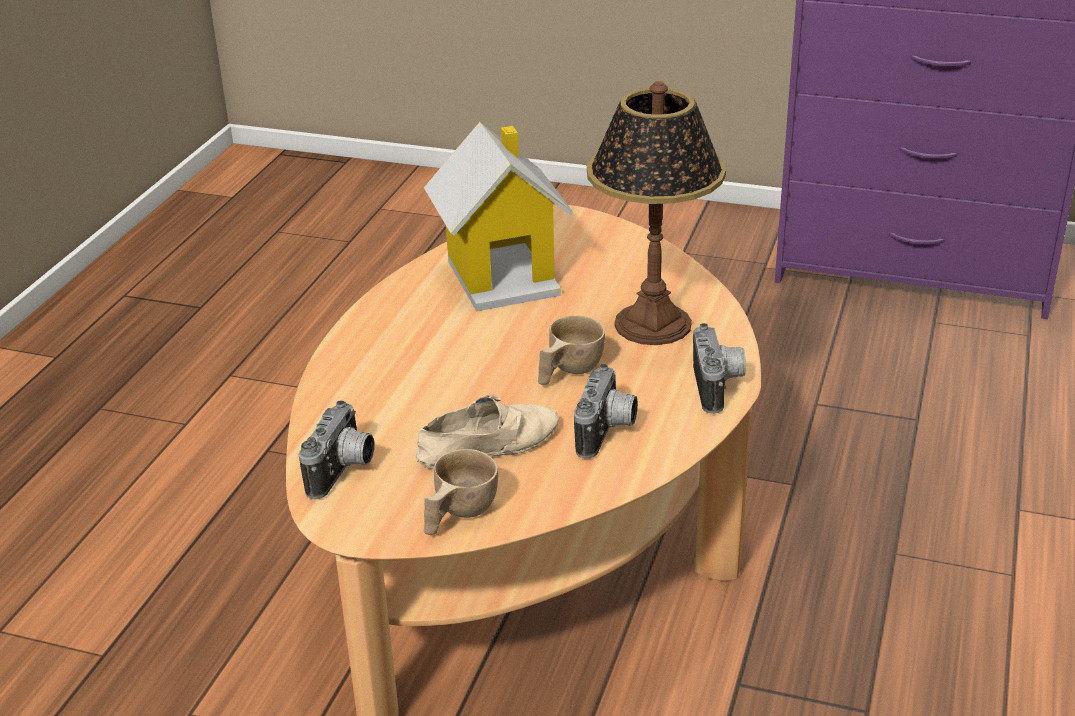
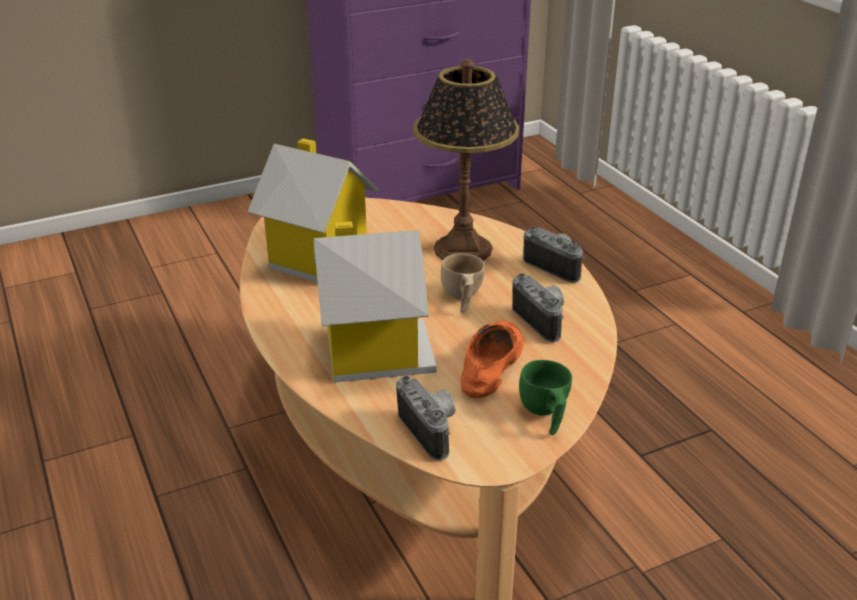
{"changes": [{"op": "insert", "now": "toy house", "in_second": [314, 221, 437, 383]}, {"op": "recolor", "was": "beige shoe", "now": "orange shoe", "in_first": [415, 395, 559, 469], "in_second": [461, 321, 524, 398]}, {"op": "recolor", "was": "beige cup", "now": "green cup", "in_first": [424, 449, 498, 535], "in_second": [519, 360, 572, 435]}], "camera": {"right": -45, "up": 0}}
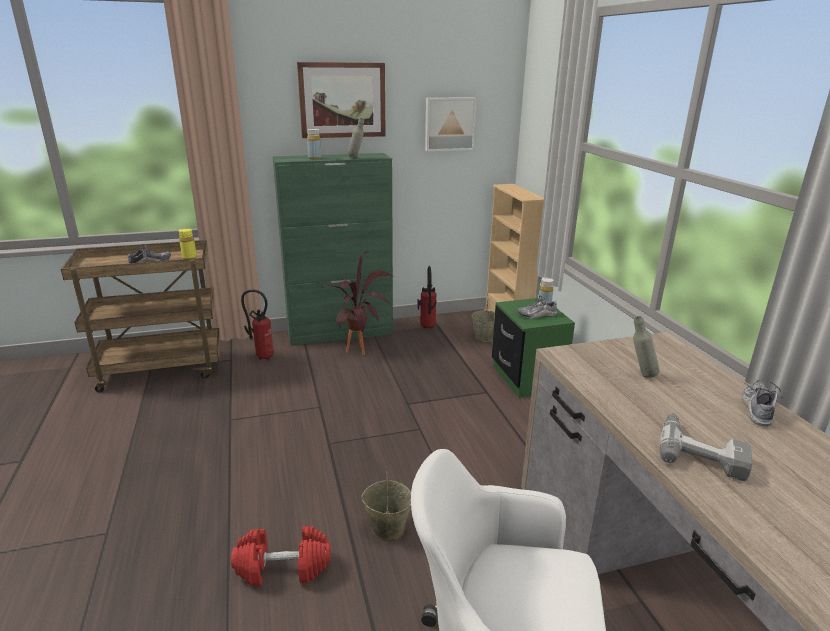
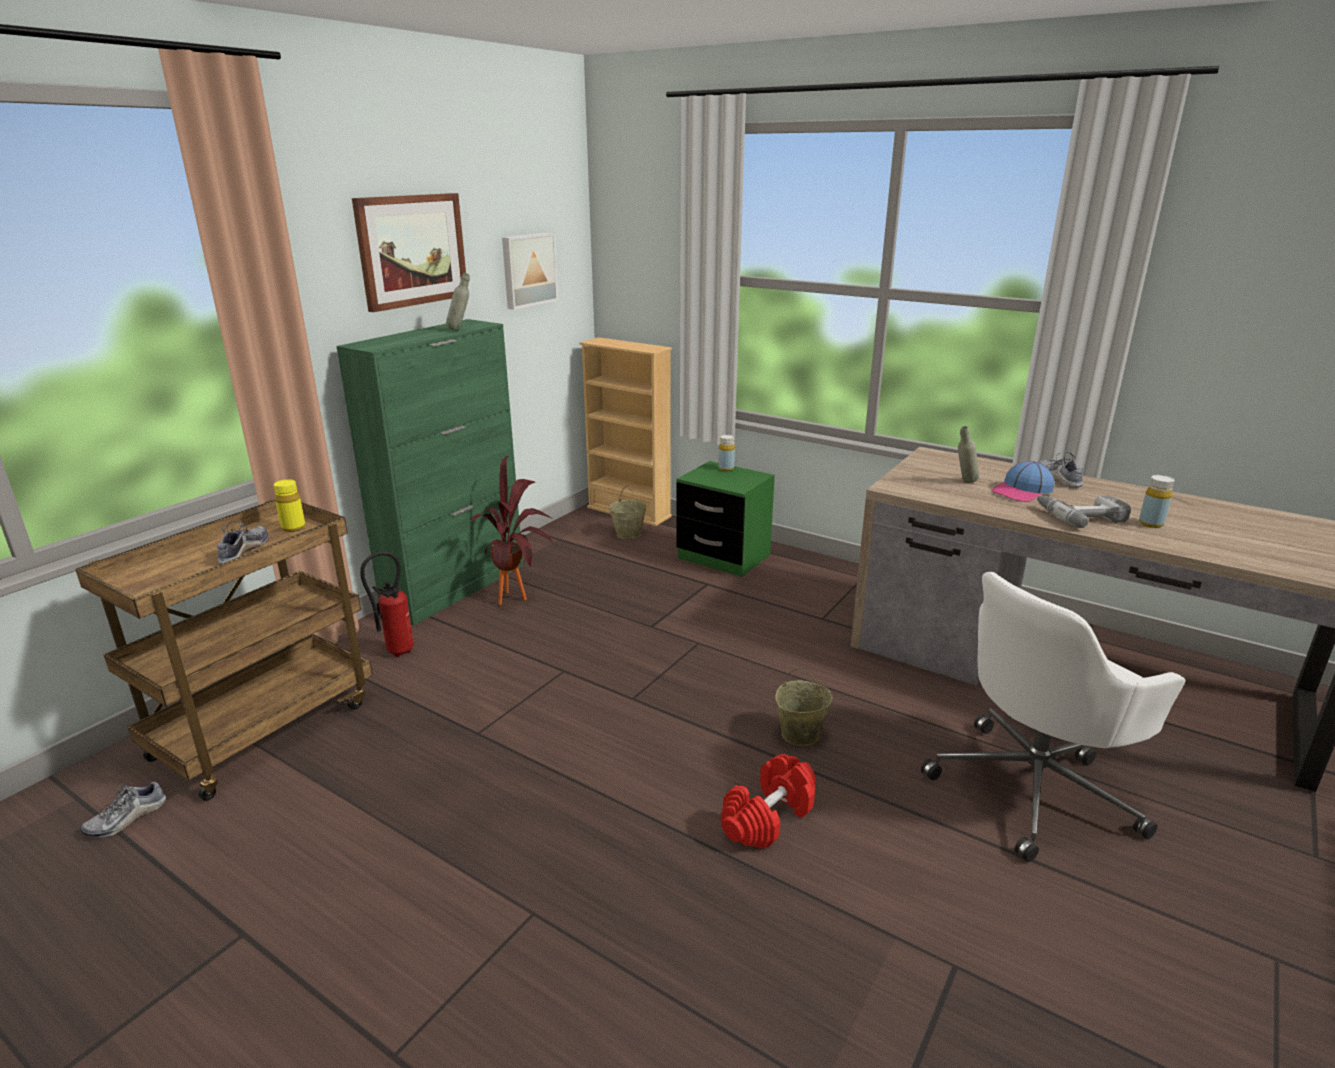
{"changes": [{"op": "move", "was": "shoe", "in_first": [517, 295, 557, 319], "in_second": [80, 781, 166, 838]}, {"op": "insert", "now": "cap", "in_second": [991, 461, 1055, 502]}, {"op": "move", "was": "yellow bottle", "in_first": [307, 129, 321, 160], "in_second": [1139, 475, 1174, 528]}, {"op": "delete", "was": "fire extinguisher", "in_first": [417, 266, 437, 329]}], "camera": {"right": -40, "up": 0}}
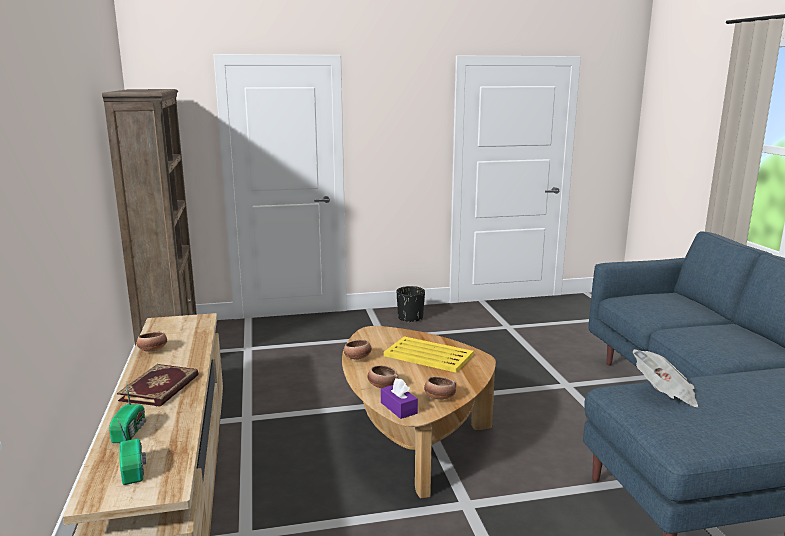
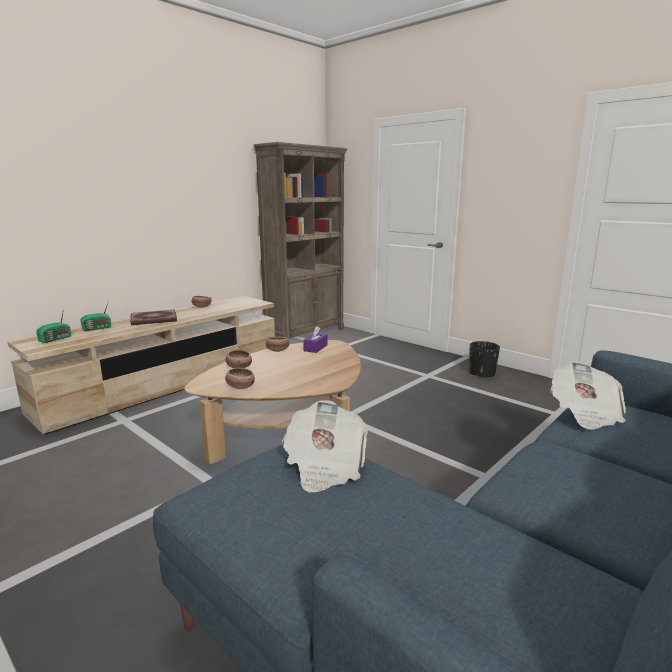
{"changes": [{"op": "move", "was": "purple tissue box", "in_first": [381, 378, 418, 419], "in_second": [303, 326, 328, 353]}, {"op": "insert", "now": "newspaper", "in_second": [550, 361, 626, 429]}, {"op": "delete", "was": "yellow tray", "in_first": [384, 336, 474, 373]}], "camera": {"right": 55, "up": 0}}
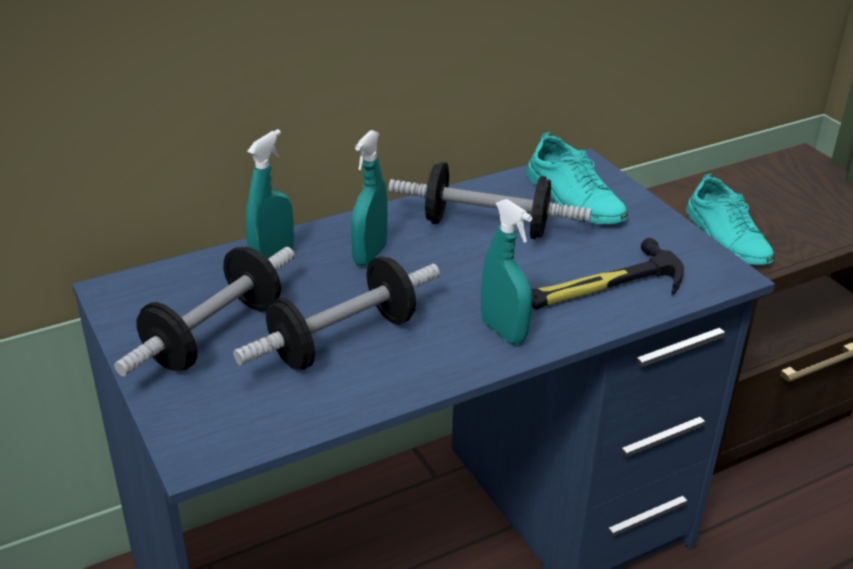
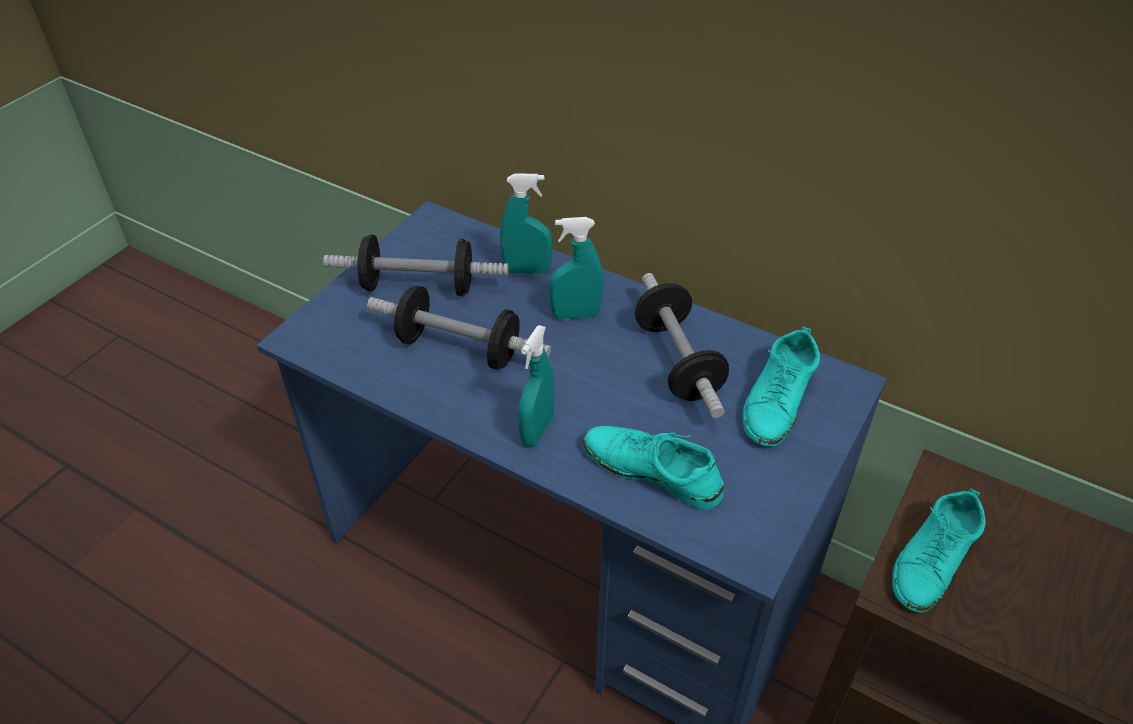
{"changes": [{"op": "replace", "was": "hammer", "now": "turquoise shoe", "in_first": [531, 238, 684, 310], "in_second": [583, 426, 724, 510]}], "camera": {"right": 60, "up": 10}}
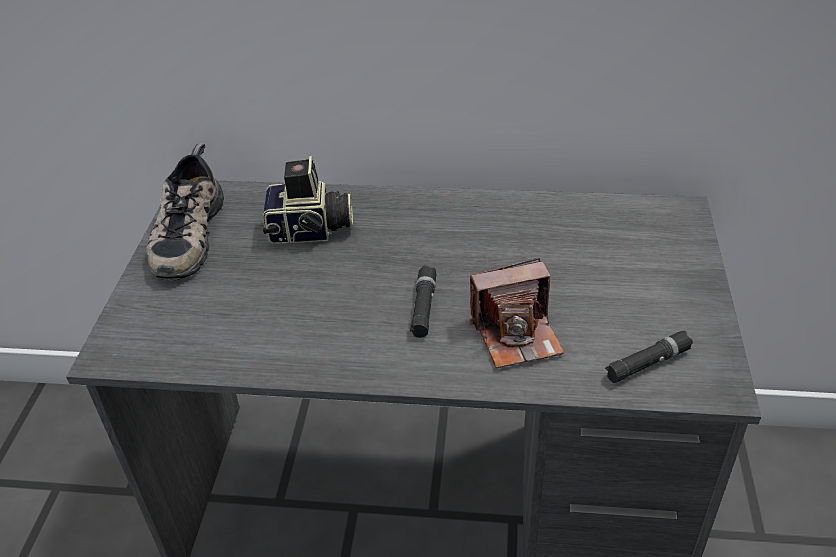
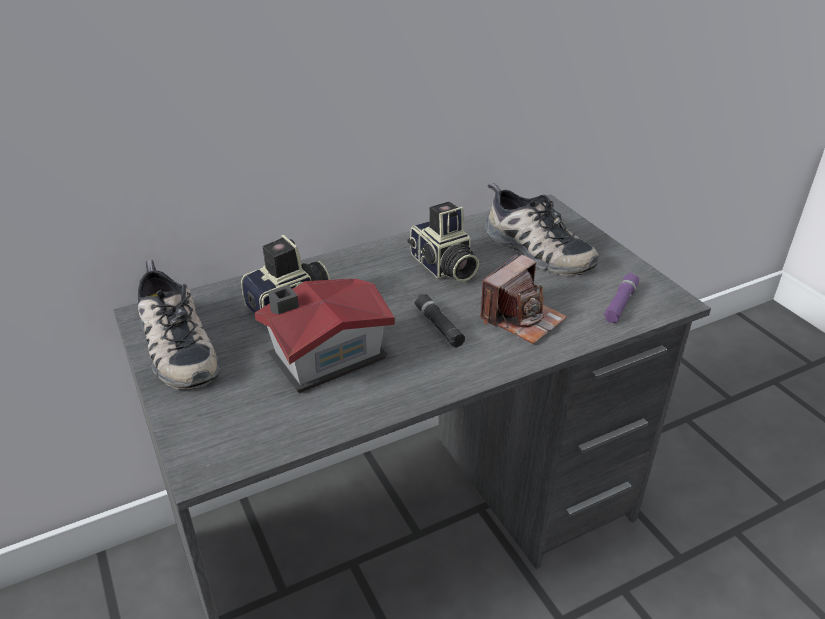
{"changes": [{"op": "insert", "now": "toy house", "in_second": [255, 279, 395, 393]}, {"op": "insert", "now": "photo camera", "in_second": [407, 202, 479, 282]}, {"op": "insert", "now": "shoe", "in_second": [485, 183, 599, 276]}, {"op": "recolor", "was": "black flashlight", "now": "purple flashlight", "in_first": [605, 331, 693, 383], "in_second": [604, 273, 639, 323]}], "camera": {"right": -35, "up": -5}}
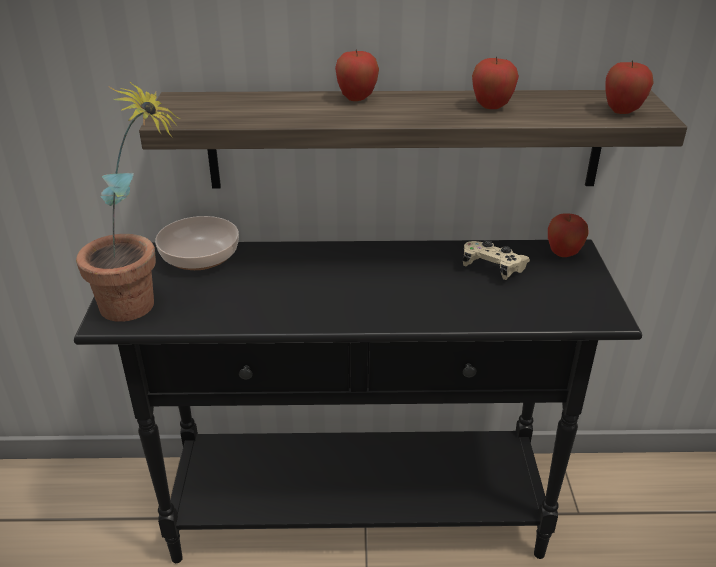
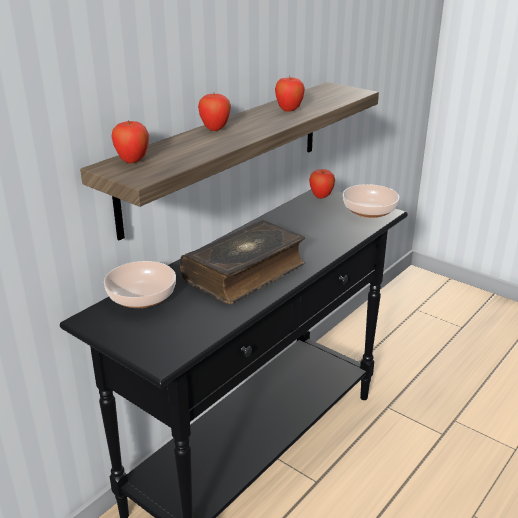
{"changes": [{"op": "move", "was": "apple", "in_first": [605, 60, 654, 114], "in_second": [111, 120, 149, 163]}, {"op": "insert", "now": "book", "in_second": [180, 220, 305, 304]}, {"op": "insert", "now": "bowl", "in_second": [343, 184, 399, 218]}, {"op": "delete", "was": "potted plant", "in_first": [76, 81, 180, 322]}, {"op": "delete", "was": "beige game controller", "in_first": [462, 240, 530, 280]}], "camera": {"right": -50, "up": -5}}
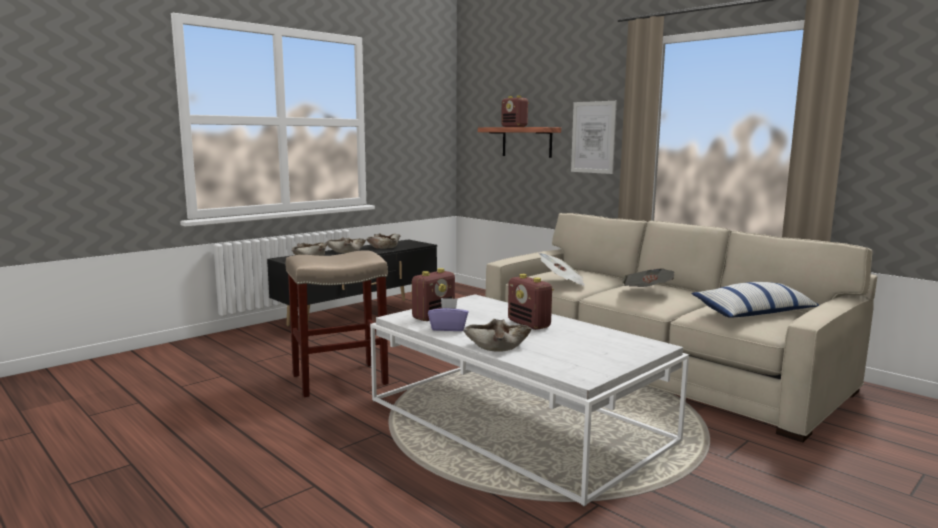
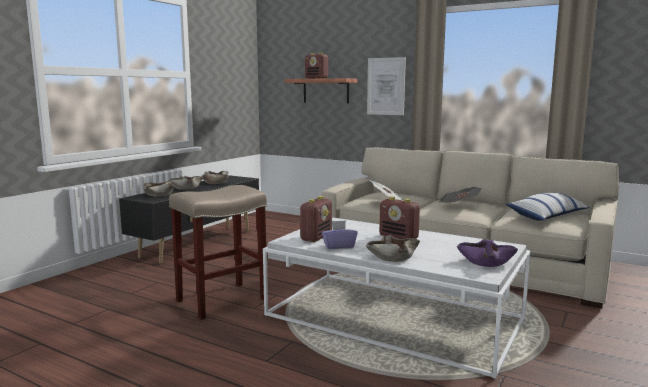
{"changes": [{"op": "insert", "now": "purple bowl", "in_second": [457, 239, 518, 267]}], "camera": {"right": -15, "up": 0}}
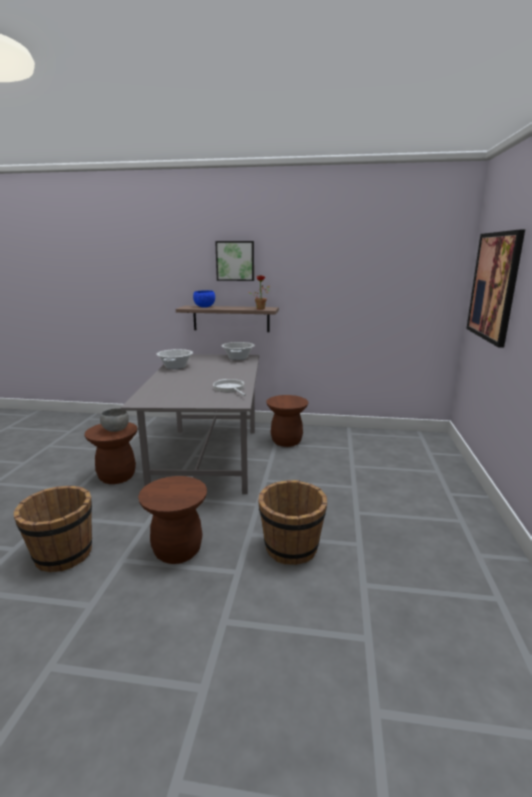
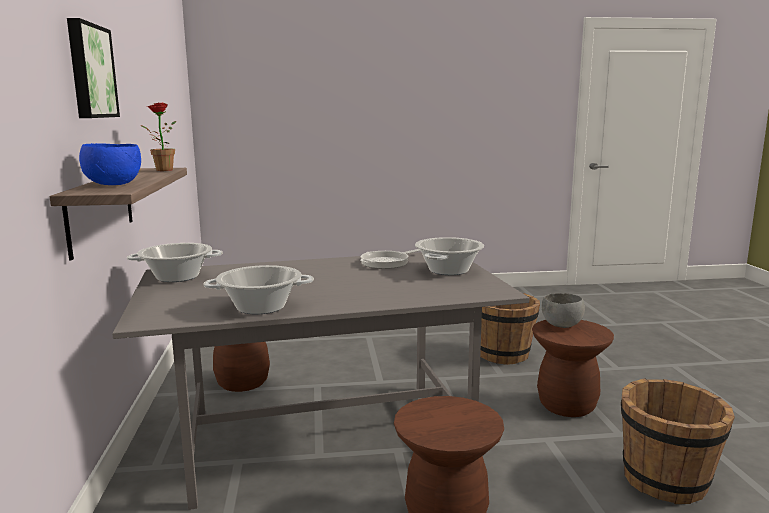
{"changes": [{"op": "insert", "now": "cooking pot", "in_second": [415, 237, 484, 275]}, {"op": "move", "was": "grey bowl", "in_first": [100, 408, 129, 432], "in_second": [542, 293, 585, 328]}, {"op": "delete", "was": "picture", "in_first": [466, 230, 525, 348]}], "camera": {"right": -105, "up": -5}}
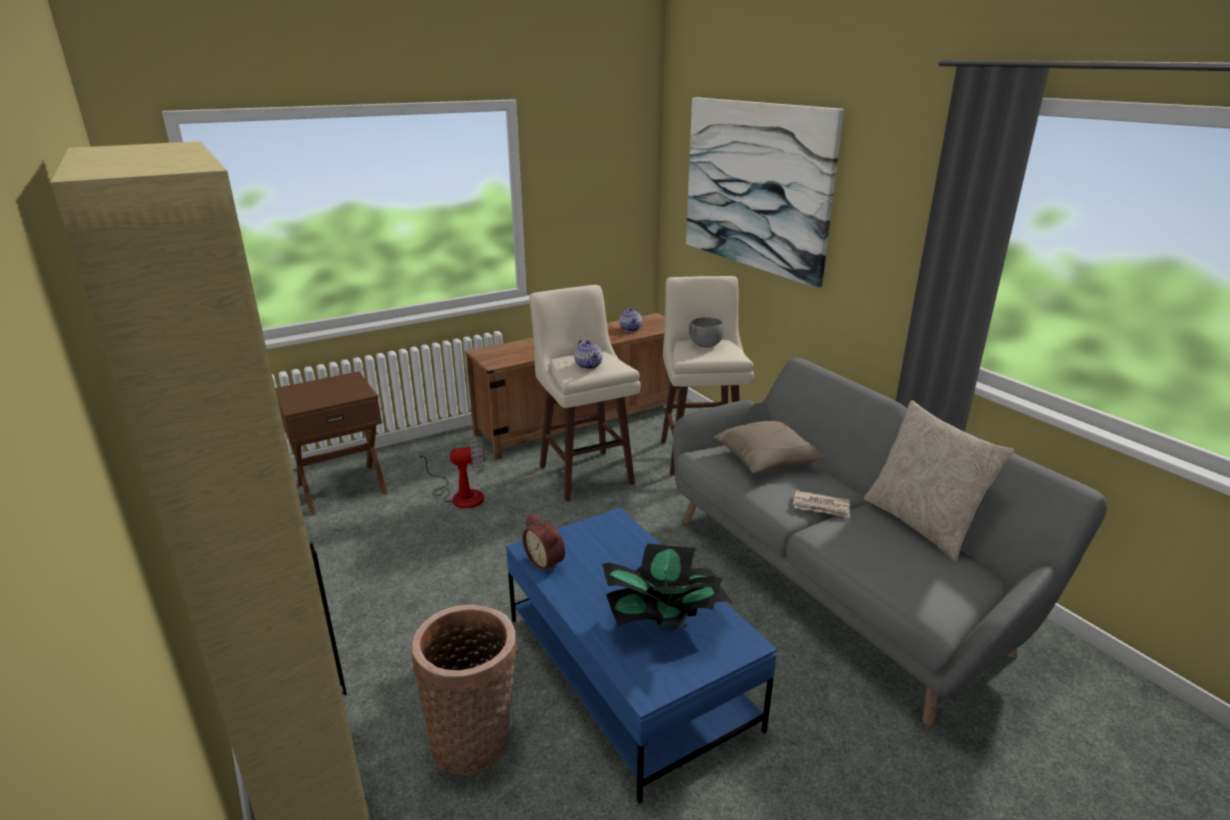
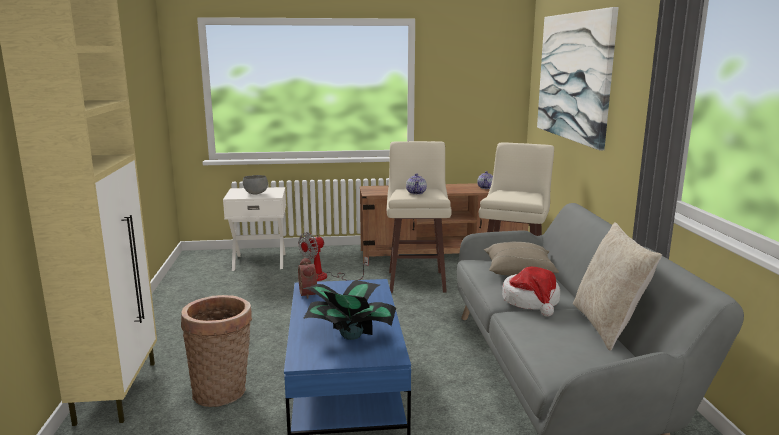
{"changes": [{"op": "recolor", "was": "brown nightstand", "now": "white nightstand", "in_first": [275, 372, 388, 515], "in_second": [223, 187, 286, 271]}, {"op": "move", "was": "grey bowl", "in_first": [689, 317, 724, 348], "in_second": [243, 175, 268, 195]}, {"op": "rotate", "was": "fan", "in_first": [418, 435, 485, 509], "in_second": [298, 232, 369, 281], "clockwise": 120}, {"op": "replace", "was": "newspaper", "now": "hat", "in_first": [793, 490, 850, 518], "in_second": [502, 267, 560, 317]}], "camera": {"right": 25, "up": -10}}
